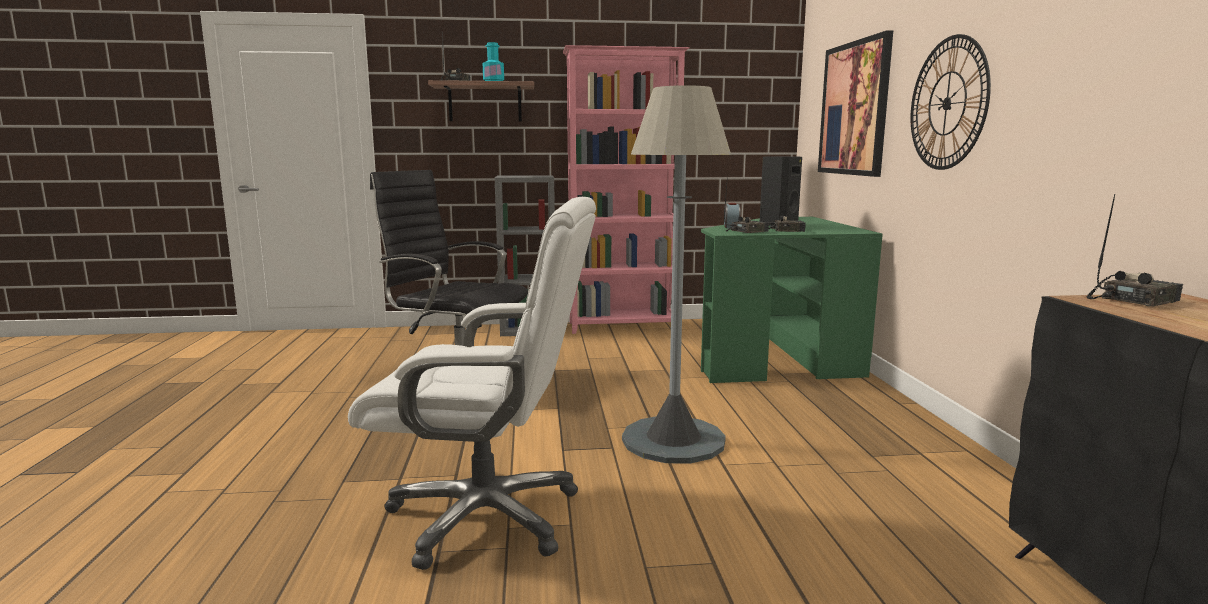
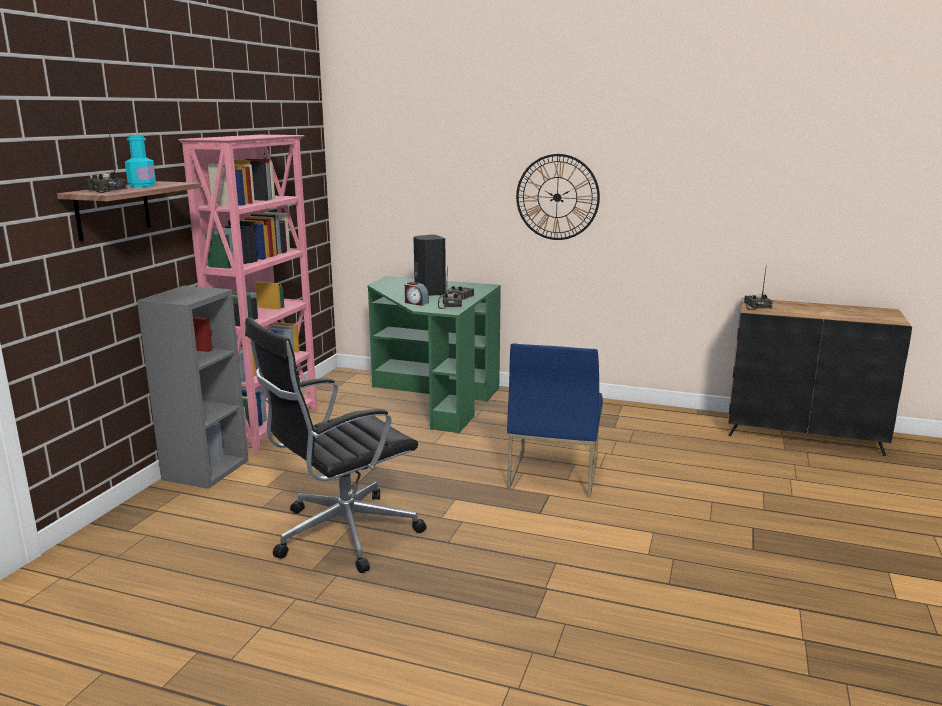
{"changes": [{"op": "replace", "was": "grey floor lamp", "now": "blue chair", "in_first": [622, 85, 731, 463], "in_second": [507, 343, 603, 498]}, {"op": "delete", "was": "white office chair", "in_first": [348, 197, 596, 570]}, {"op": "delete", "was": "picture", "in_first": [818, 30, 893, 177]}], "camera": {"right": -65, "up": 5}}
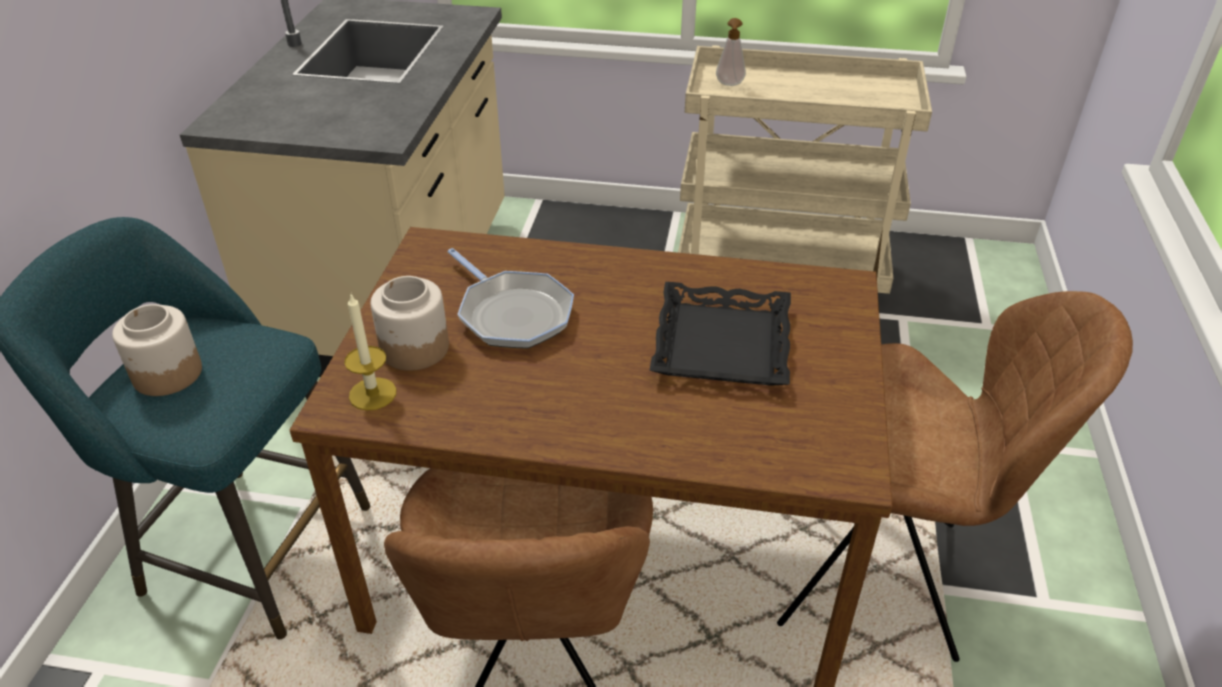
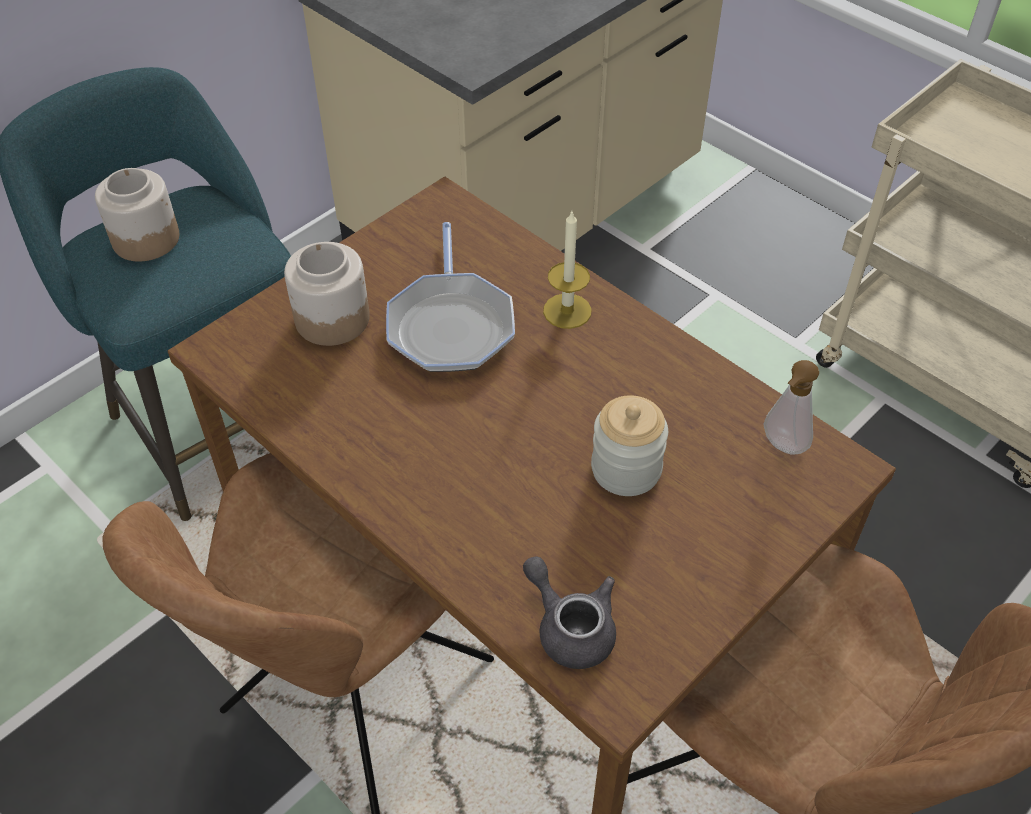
{"changes": [{"op": "insert", "now": "grey teapot", "in_second": [523, 556, 616, 669]}, {"op": "move", "was": "candle", "in_first": [344, 294, 397, 411], "in_second": [543, 211, 592, 329]}, {"op": "replace", "was": "black tray", "now": "jar", "in_first": [649, 282, 791, 386], "in_second": [591, 395, 668, 496]}, {"op": "move", "was": "soap dispenser", "in_first": [716, 18, 746, 86], "in_second": [763, 360, 819, 454]}], "camera": {"right": 35, "up": 10}}
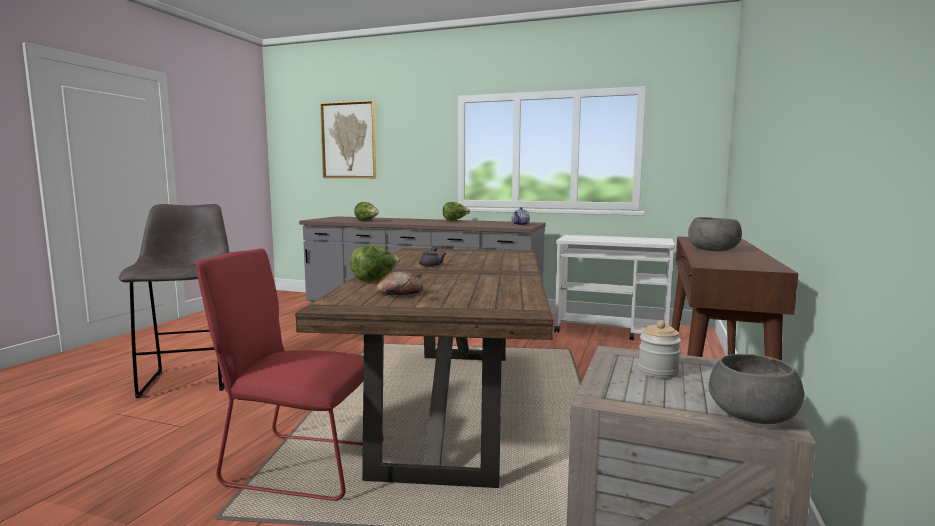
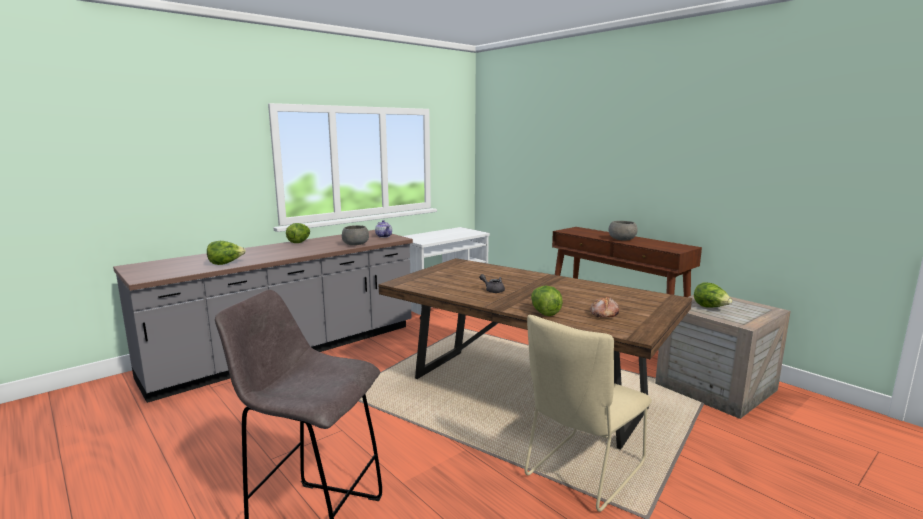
{"changes": [{"op": "move", "was": "grey bowl", "in_first": [709, 354, 804, 424], "in_second": [342, 225, 369, 245]}, {"op": "recolor", "was": "red chair", "now": "beige chair", "in_first": [196, 248, 384, 501], "in_second": [525, 315, 652, 512]}, {"op": "replace", "was": "jar", "now": "lettuce", "in_first": [638, 321, 681, 378], "in_second": [694, 283, 732, 308]}, {"op": "delete", "was": "picture", "in_first": [320, 100, 376, 178]}], "camera": {"right": -60, "up": 5}}
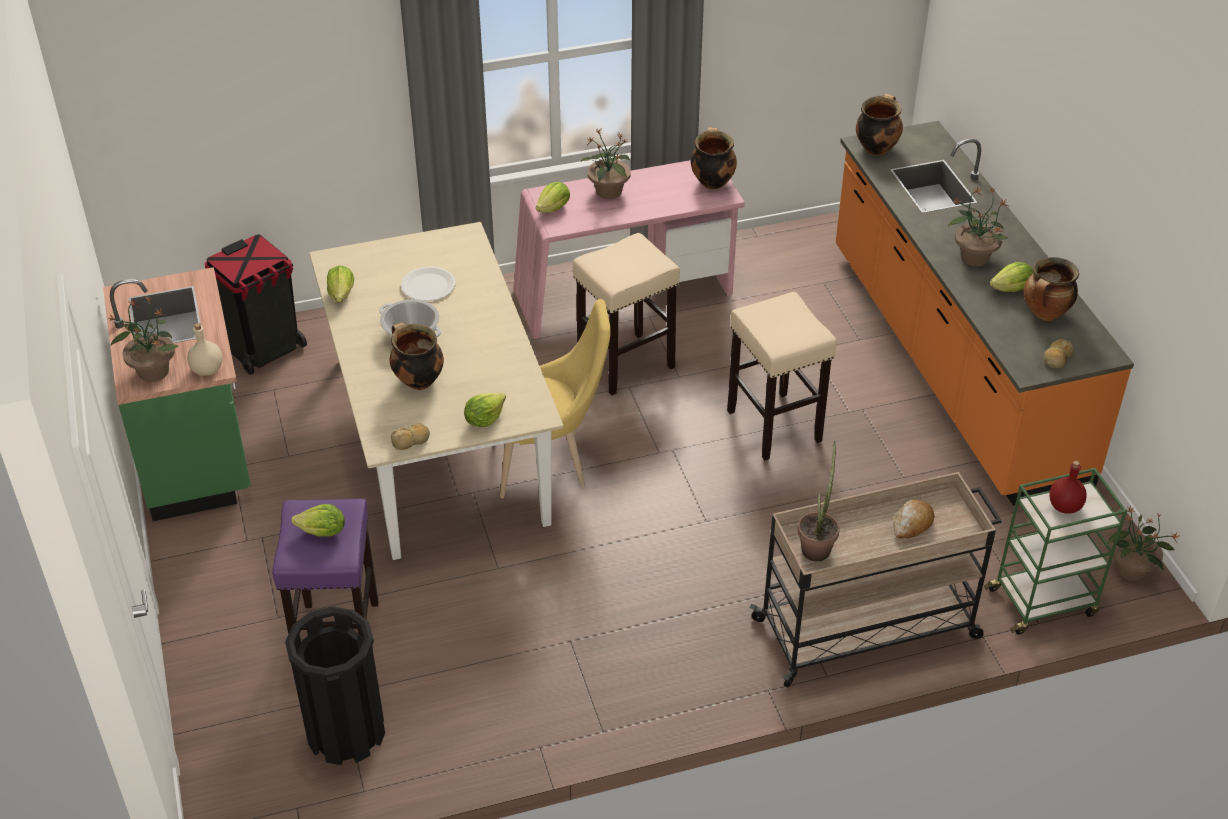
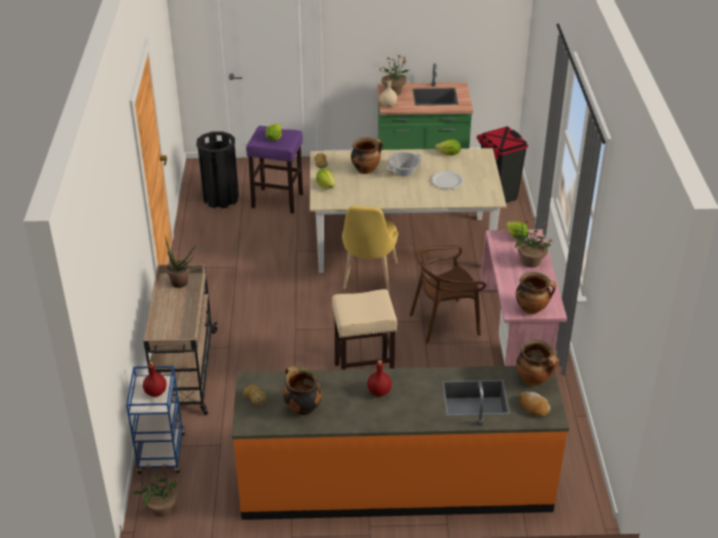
{"changes": [{"op": "recolor", "was": "green cart", "now": "blue cart", "in_first": [984, 468, 1127, 635], "in_second": [126, 366, 185, 474]}, {"op": "replace", "was": "potted plant", "now": "red bottle", "in_first": [948, 187, 1009, 266], "in_second": [367, 360, 392, 397]}, {"op": "replace", "was": "beige stool", "now": "brown chair", "in_first": [573, 233, 680, 395], "in_second": [410, 245, 486, 343]}, {"op": "move", "was": "bread", "in_first": [894, 499, 935, 539], "in_second": [520, 392, 551, 417]}, {"op": "delete", "was": "lettuce", "in_first": [990, 262, 1033, 292]}], "camera": {"right": 105, "up": -5}}
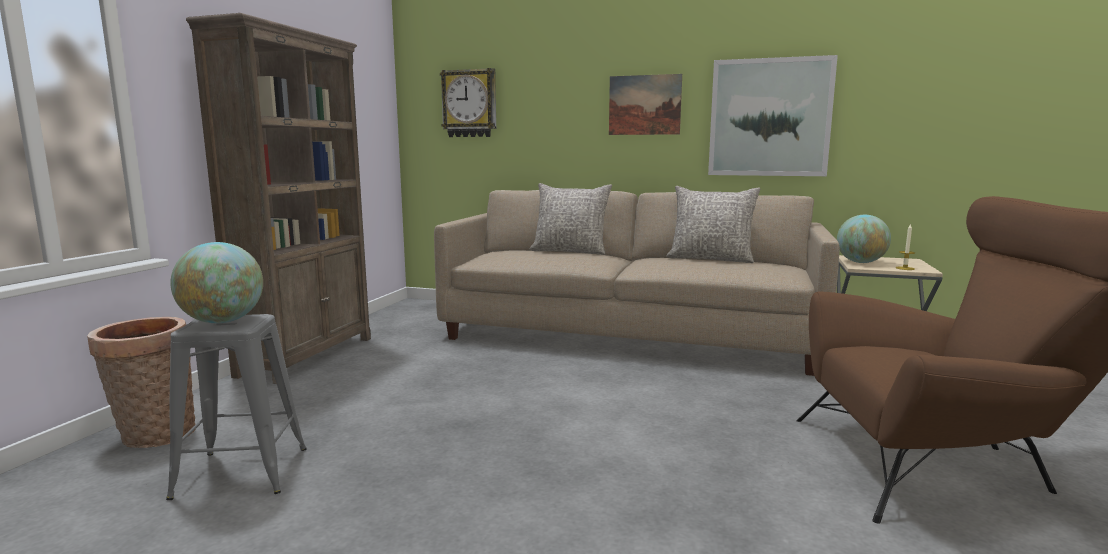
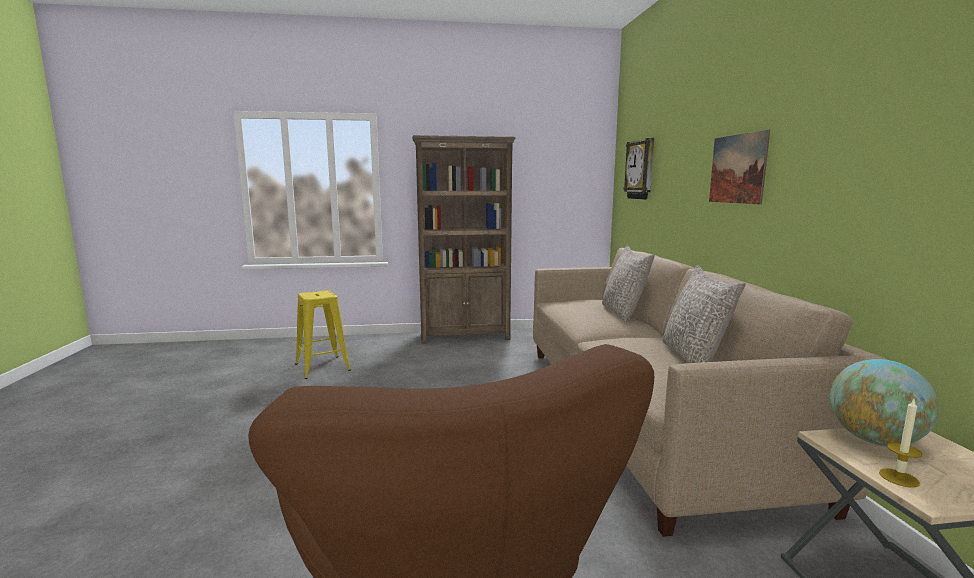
{"changes": [{"op": "recolor", "was": "grey stool", "now": "yellow stool", "in_first": [166, 314, 307, 500], "in_second": [295, 290, 351, 379]}, {"op": "delete", "was": "basket", "in_first": [87, 317, 196, 448]}, {"op": "delete", "was": "globe", "in_first": [170, 242, 263, 323]}, {"op": "delete", "was": "picture", "in_first": [708, 55, 838, 176]}], "camera": {"right": 65, "up": 0}}
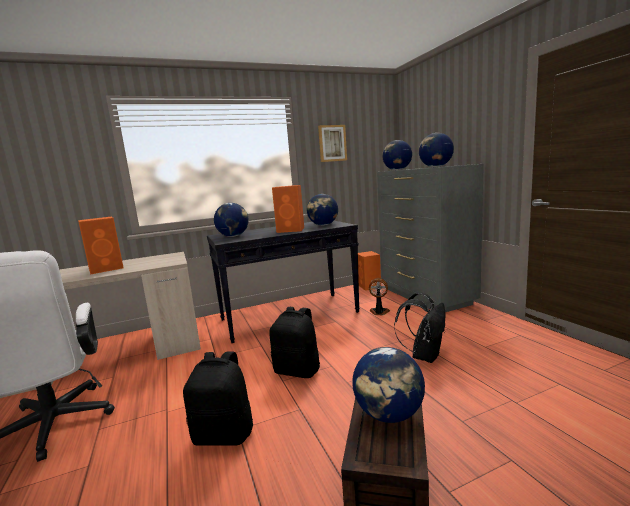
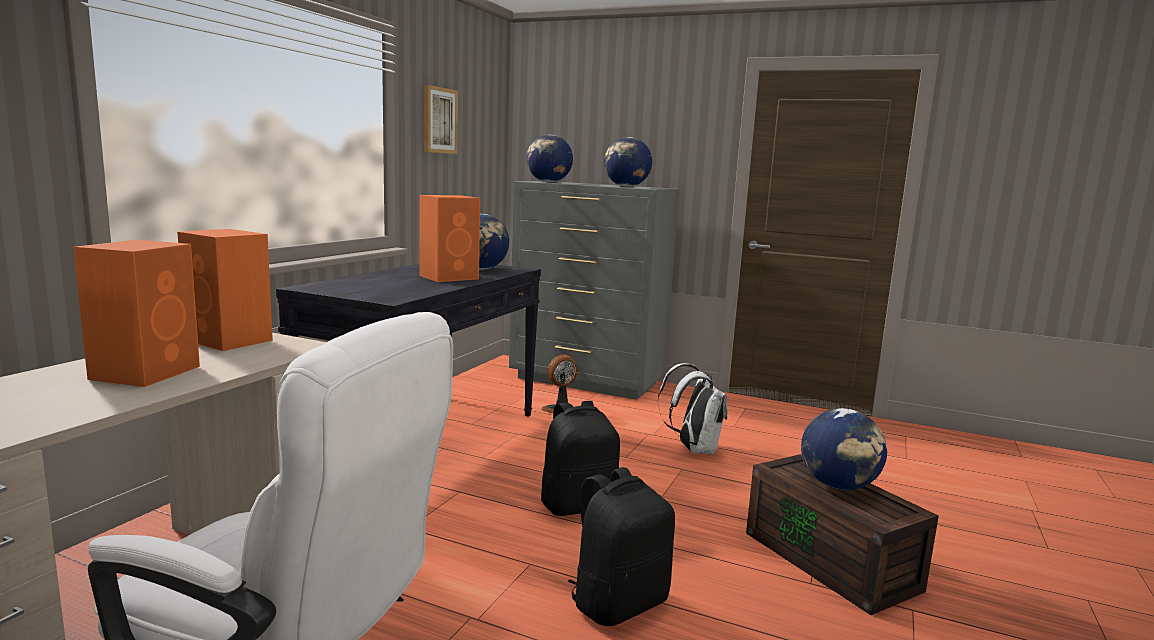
{"changes": [{"op": "move", "was": "orange speaker", "in_first": [358, 251, 381, 291], "in_second": [177, 229, 273, 351]}, {"op": "recolor", "was": "black backpack", "now": "white backpack", "in_first": [394, 292, 445, 363], "in_second": [657, 363, 728, 454]}, {"op": "delete", "was": "globe", "in_first": [214, 203, 249, 237]}], "camera": {"right": -45, "up": 0}}
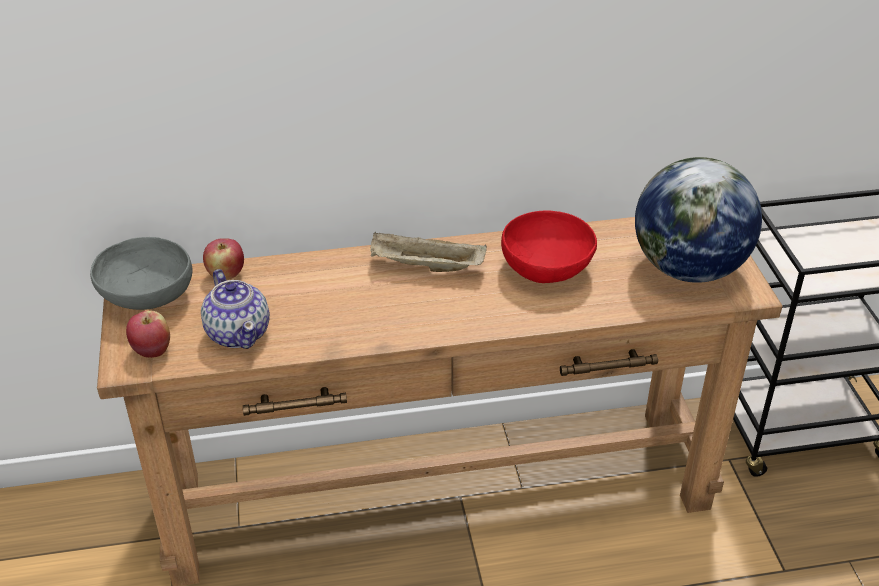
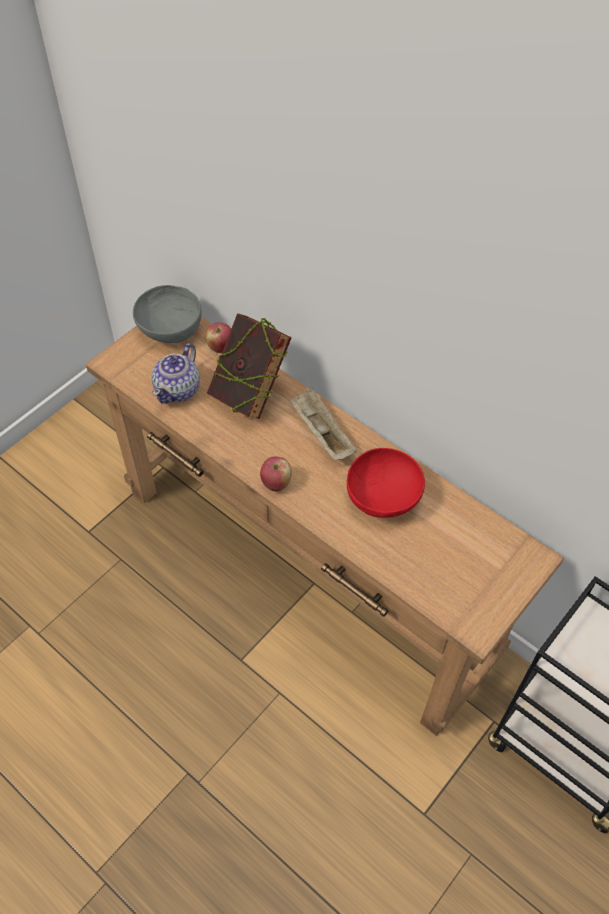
{"changes": [{"op": "insert", "now": "book", "in_second": [207, 313, 292, 419]}, {"op": "move", "was": "apple", "in_first": [126, 310, 170, 358], "in_second": [260, 457, 292, 492]}, {"op": "delete", "was": "globe", "in_first": [635, 157, 762, 283]}], "camera": {"right": 50, "up": 15}}
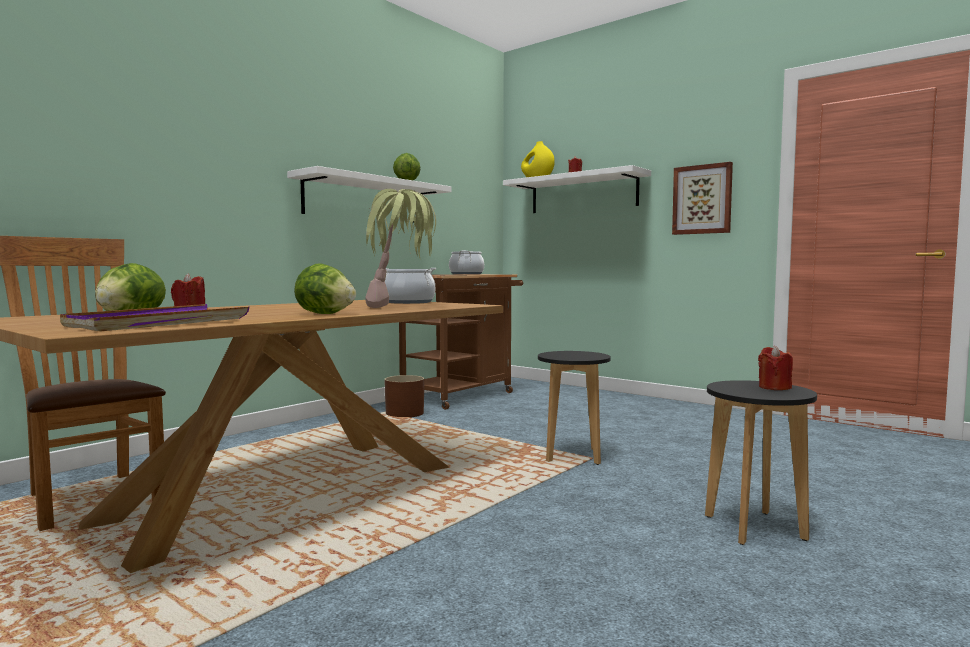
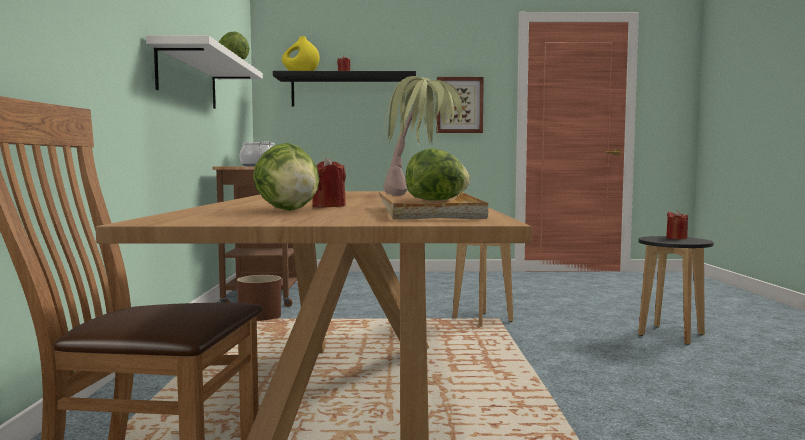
{"changes": [{"op": "recolor", "was": "white shelf", "now": "black shelf", "in_first": [503, 165, 651, 213], "in_second": [273, 71, 416, 107]}, {"op": "recolor", "was": "purple tray", "now": "beige tray", "in_first": [60, 304, 249, 332], "in_second": [378, 192, 488, 220]}, {"op": "delete", "was": "cooking pot", "in_first": [384, 268, 436, 304]}], "camera": {"right": -40, "up": 0}}
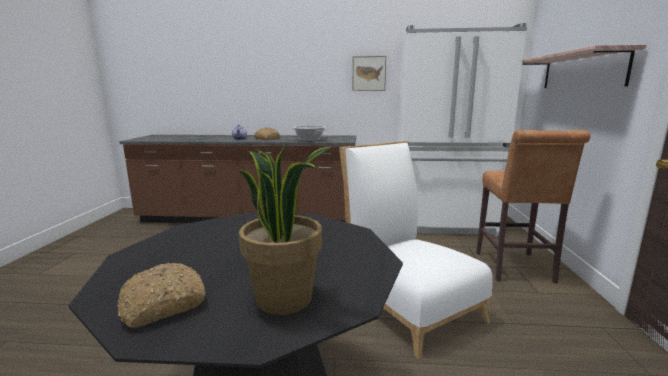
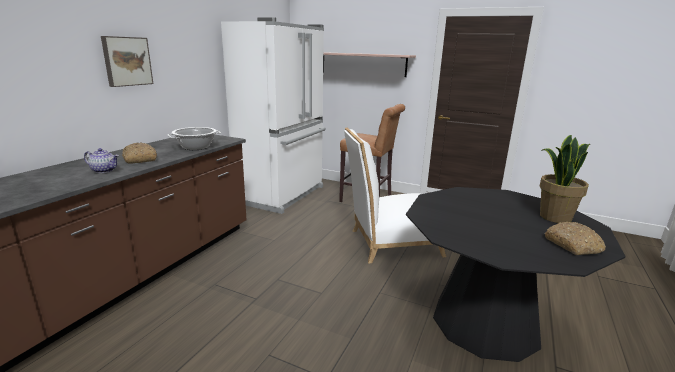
{"changes": [{"op": "move", "was": "picture", "in_first": [353, 56, 386, 91], "in_second": [101, 36, 153, 87]}], "camera": {"right": -70, "up": 5}}
